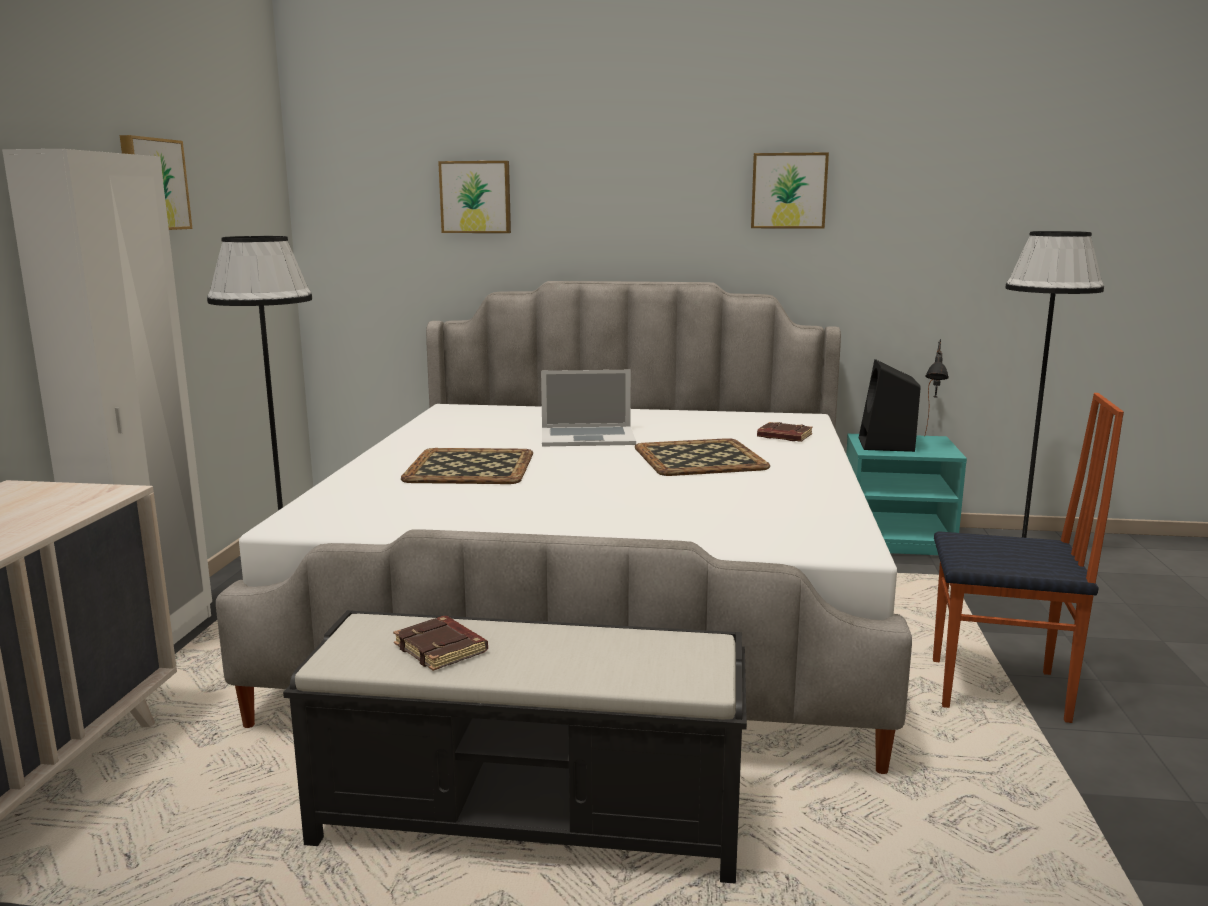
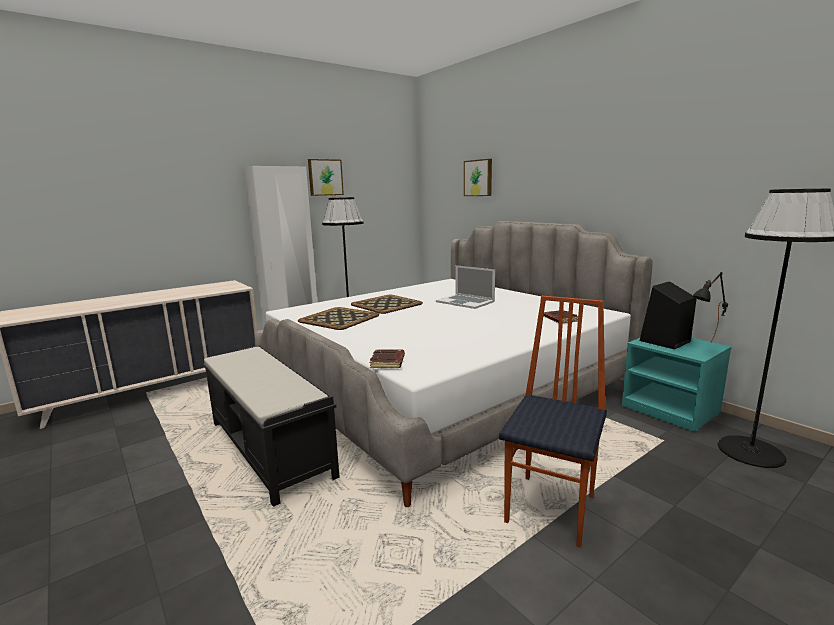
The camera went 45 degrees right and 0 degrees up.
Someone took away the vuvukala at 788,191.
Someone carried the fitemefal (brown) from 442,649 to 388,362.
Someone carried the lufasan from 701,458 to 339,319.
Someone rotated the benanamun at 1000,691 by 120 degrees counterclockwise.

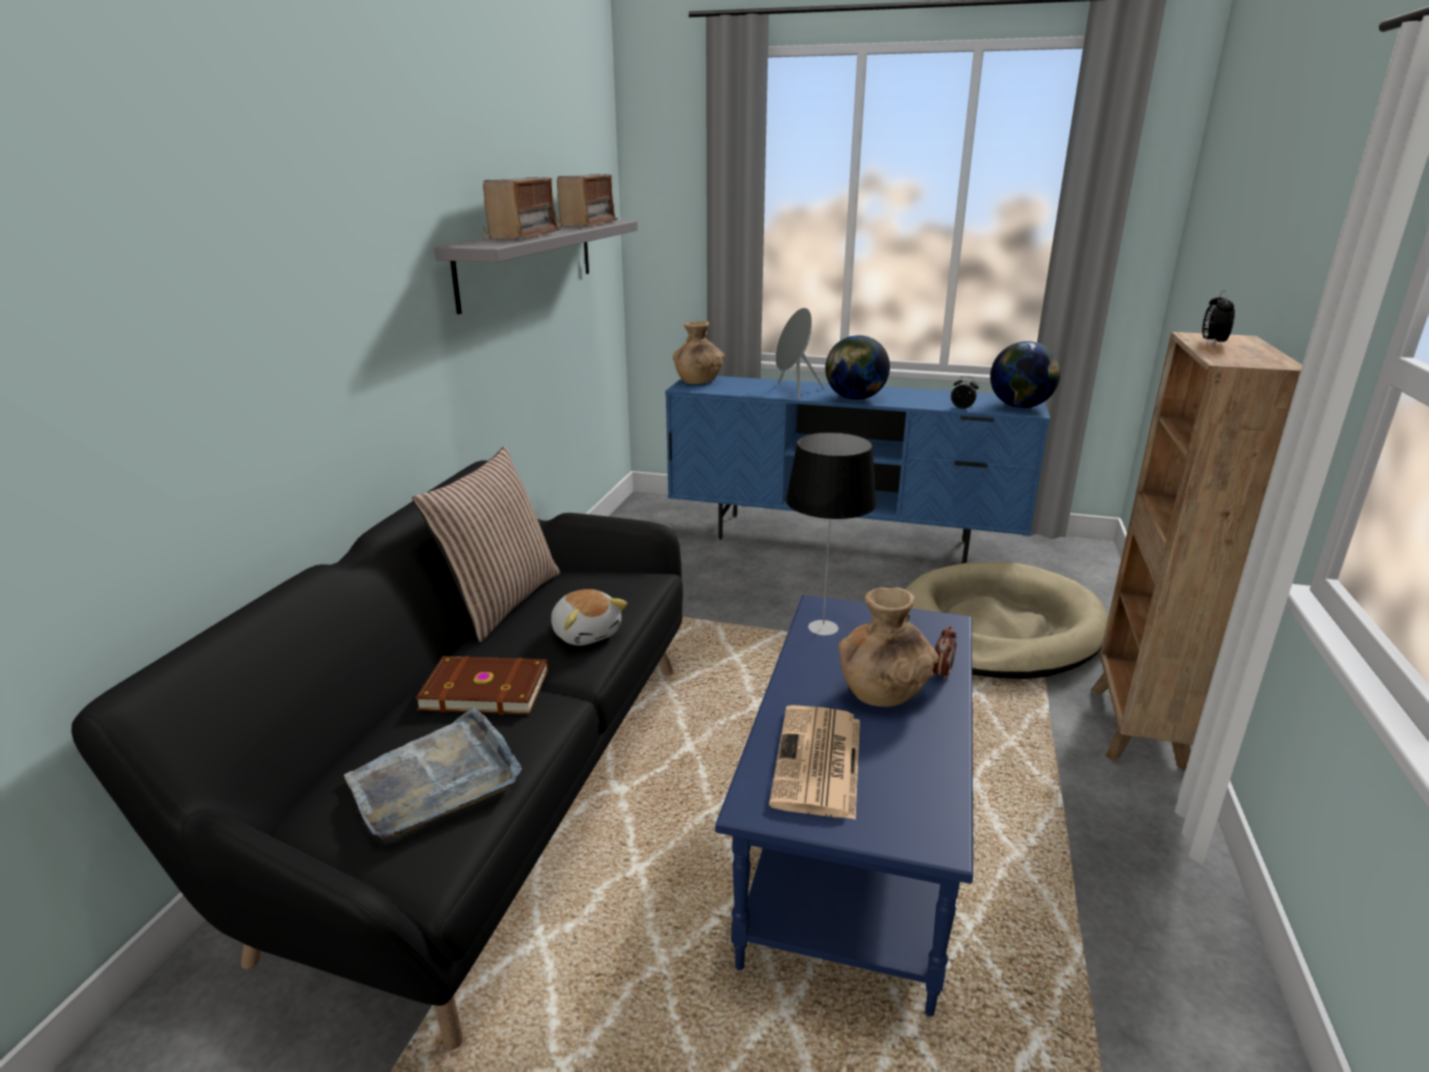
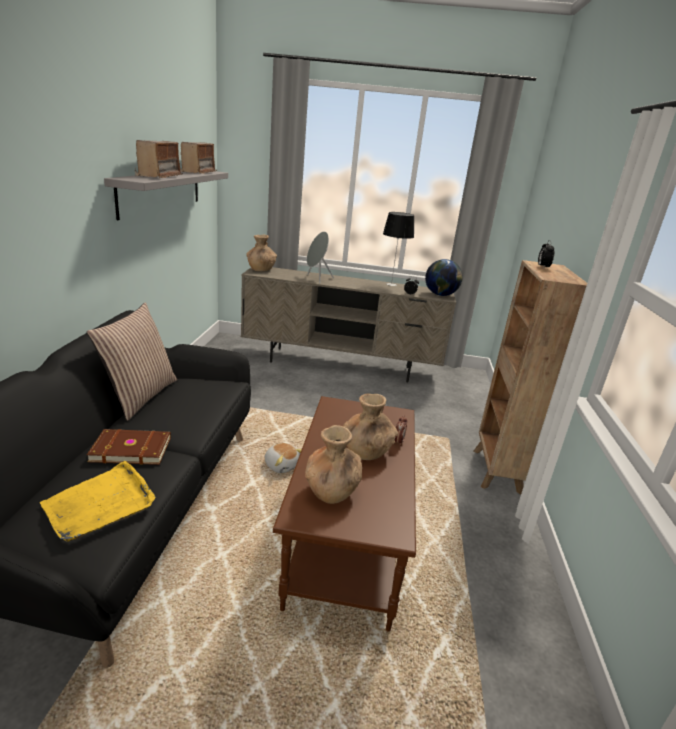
The camera went 10 degrees left and 0 degrees up.
Someone took away the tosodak at 854,399.
Someone took away the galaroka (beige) at 996,628.
Someone carried the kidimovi from 587,633 to 282,465.
Someone carried the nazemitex from 823,628 to 391,284.
Someone swapped the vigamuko at 818,763 for the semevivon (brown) at 331,492.
Someone repainted the lufasan (grey) at 435,779, which became the lufasan (yellow) at 100,504.
Someone repainted the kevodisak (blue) at 843,540, which became the kevodisak (beige) at 341,365.
Someone repainted the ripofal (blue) at 852,842, which became the ripofal (brown) at 346,536.

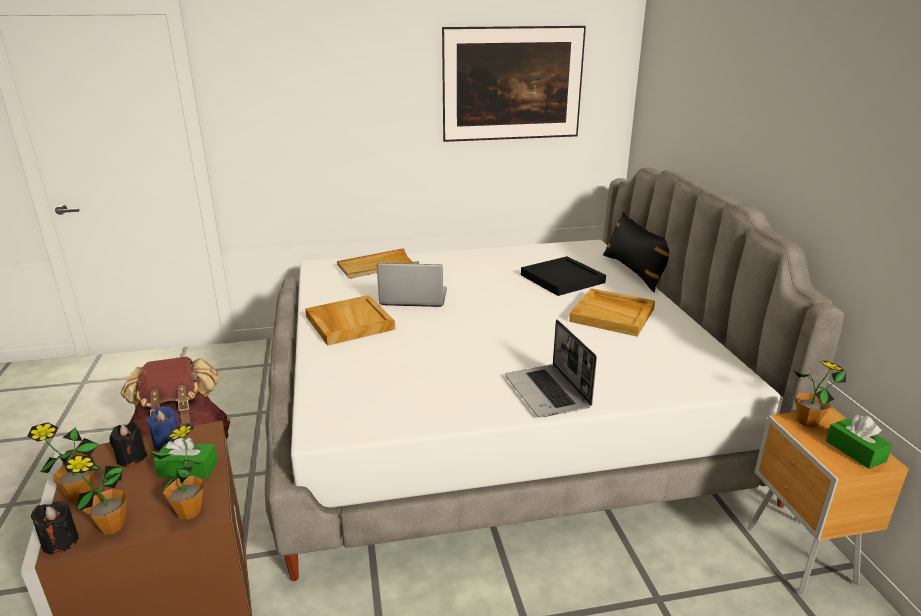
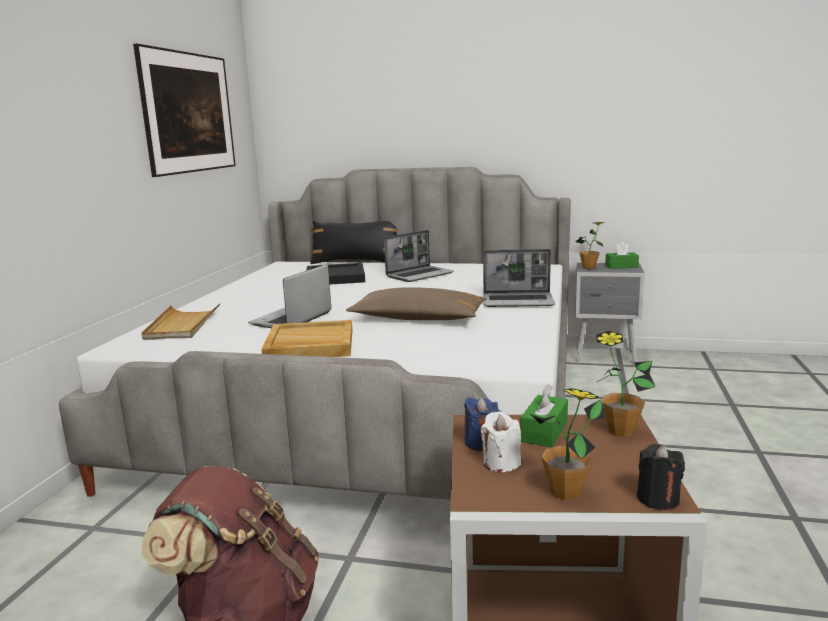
The camera went 65 degrees left and 10 degrees down.
Someone took away the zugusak at 112,526.
Someone put down the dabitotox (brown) at 418,319.
Someone swapped the lufasan (beige) at 613,315 for the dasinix at 420,275.
Someone repainted the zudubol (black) at 131,458, which became the zudubol (white) at 501,463.
Someone repainted the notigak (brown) at 800,557, which became the notigak (grey) at 606,357.

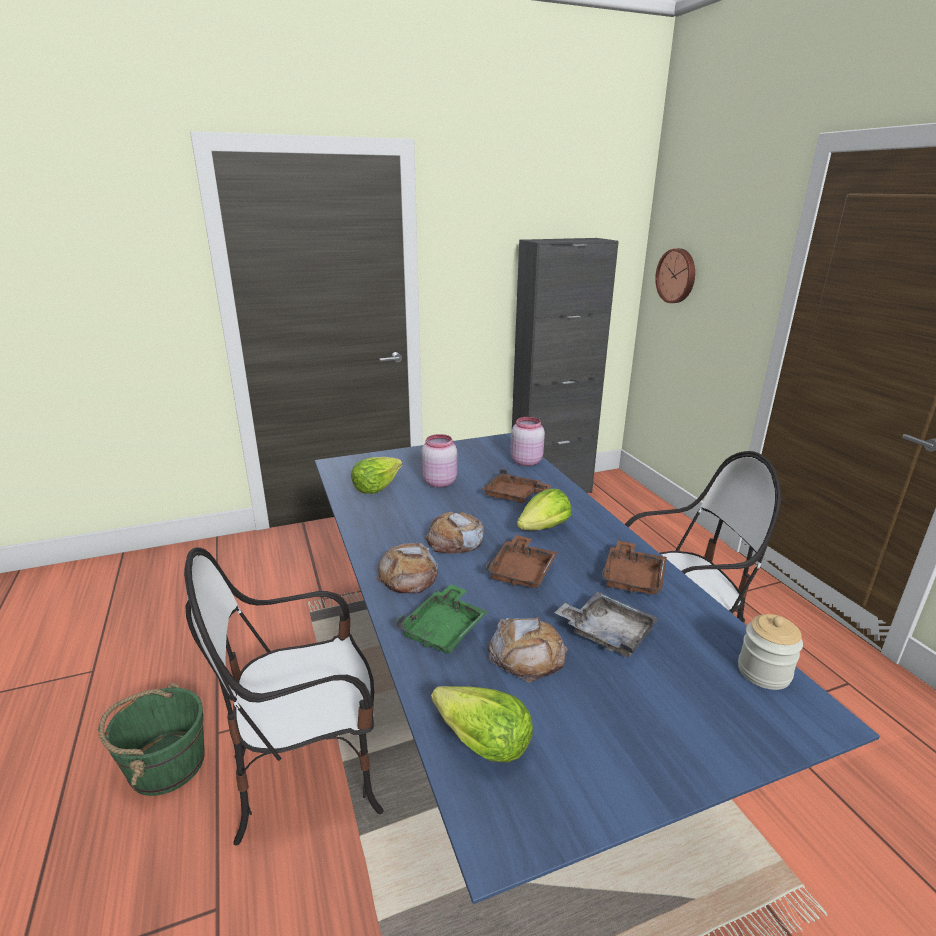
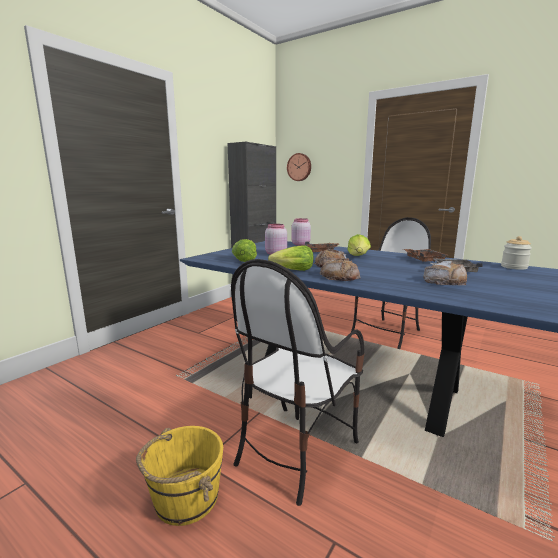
The camera went 35 degrees left and 10 degrees down.
Someone took away the lufasan (green) at 444,629.
Someone took away the lufasan (brown) at 522,571.
Someone carried the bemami from 481,742 to 293,271.
Someone repainted the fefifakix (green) at 165,764, which became the fefifakix (yellow) at 185,498.

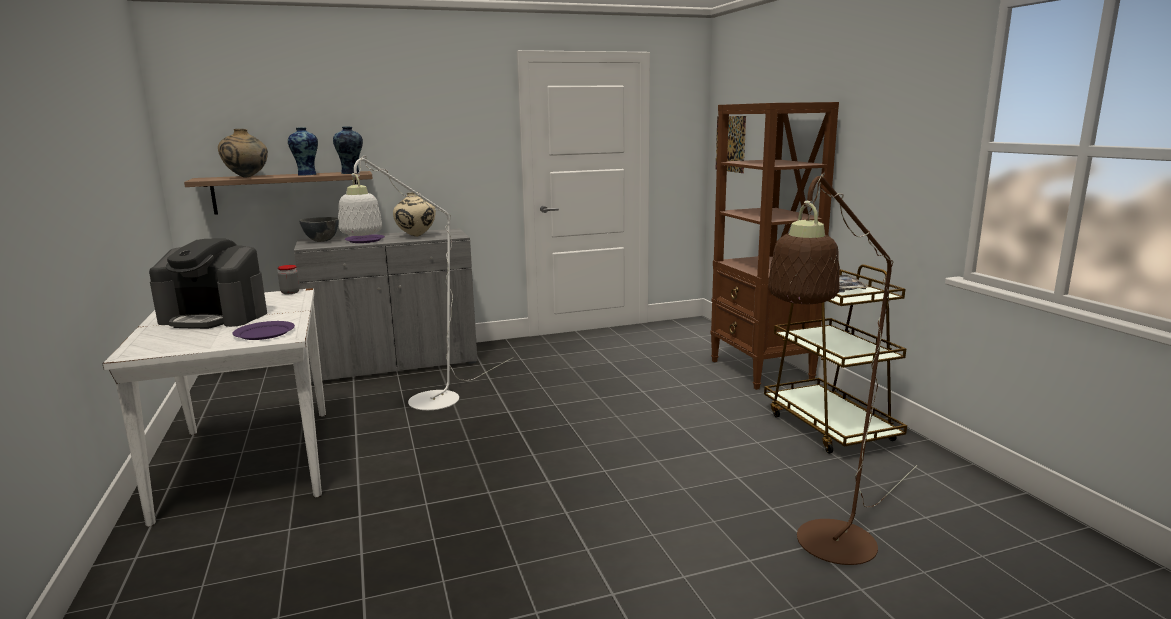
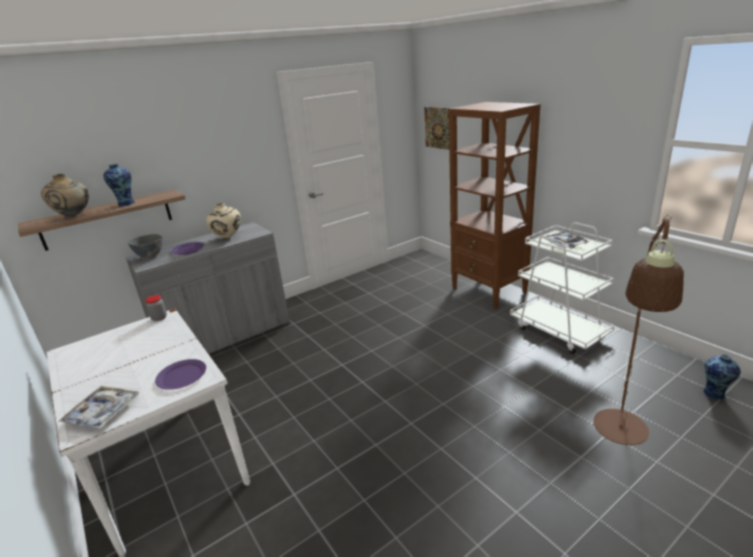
The camera went 15 degrees left and 10 degrees up.
Someone took away the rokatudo at 215,317.
Someone took away the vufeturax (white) at 425,405.
Someone put down the lufasan at 103,412.
Someone carried the semevivon from 351,173 to 715,394.
Someone repainted the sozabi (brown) at 829,426, which became the sozabi (white) at 559,331.

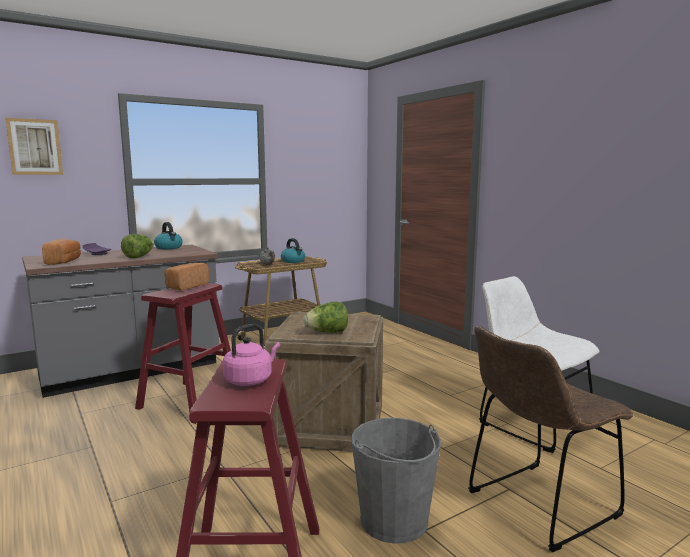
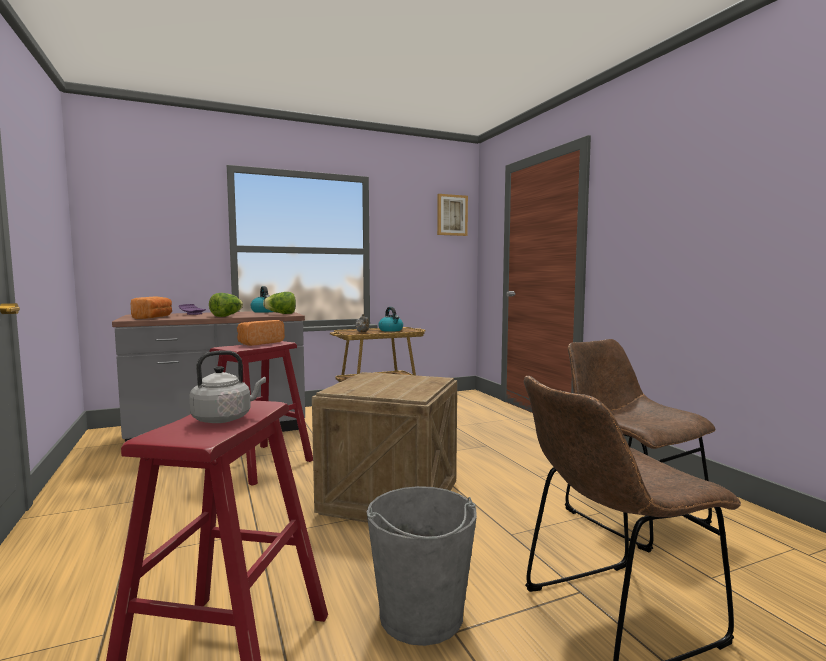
The camera went 10 degrees right and 5 degrees down.
Someone carried the vuvukala from 34,147 to 452,215.
Someone carried the bemami from 327,332 to 281,314.
Someone repainted the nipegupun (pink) at 250,380, which became the nipegupun (grey) at 225,418.
Someone repainted the benanamun (white) at 530,423, which became the benanamun (brown) at 628,514.

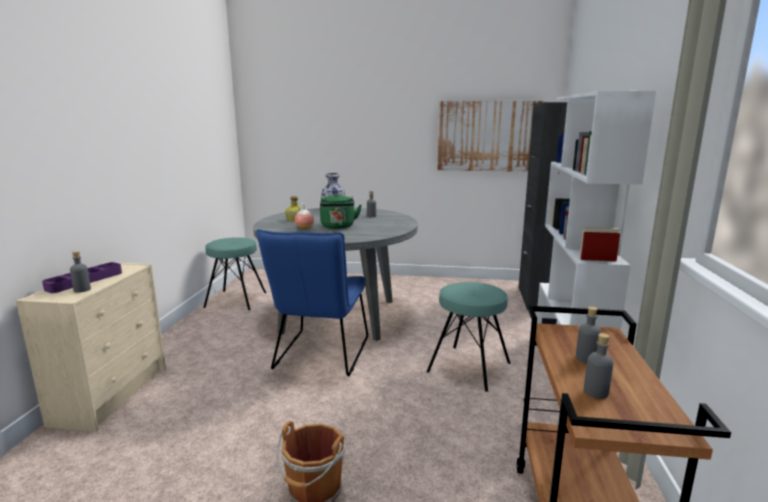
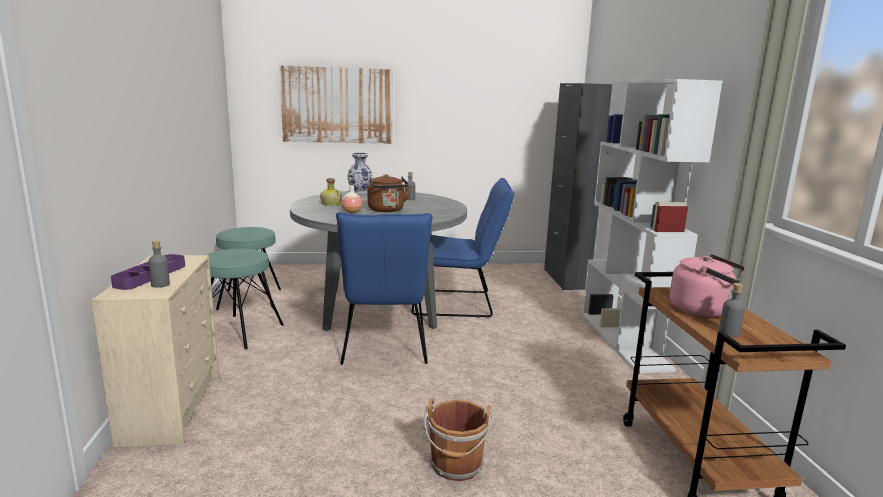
The camera went 15 degrees left and 0 degrees up.
Someone put down the benanamun (blue) at 458,303.
Someone carried the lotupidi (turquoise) from 468,367 to 239,331.
Someone carried the vuvukala from 489,136 to 337,105.
Someone swapped the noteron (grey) at 586,359 for the nipegupun (pink) at 703,310.
Someone repainted the nipegupun (green) at 338,227, which became the nipegupun (brown) at 387,210.

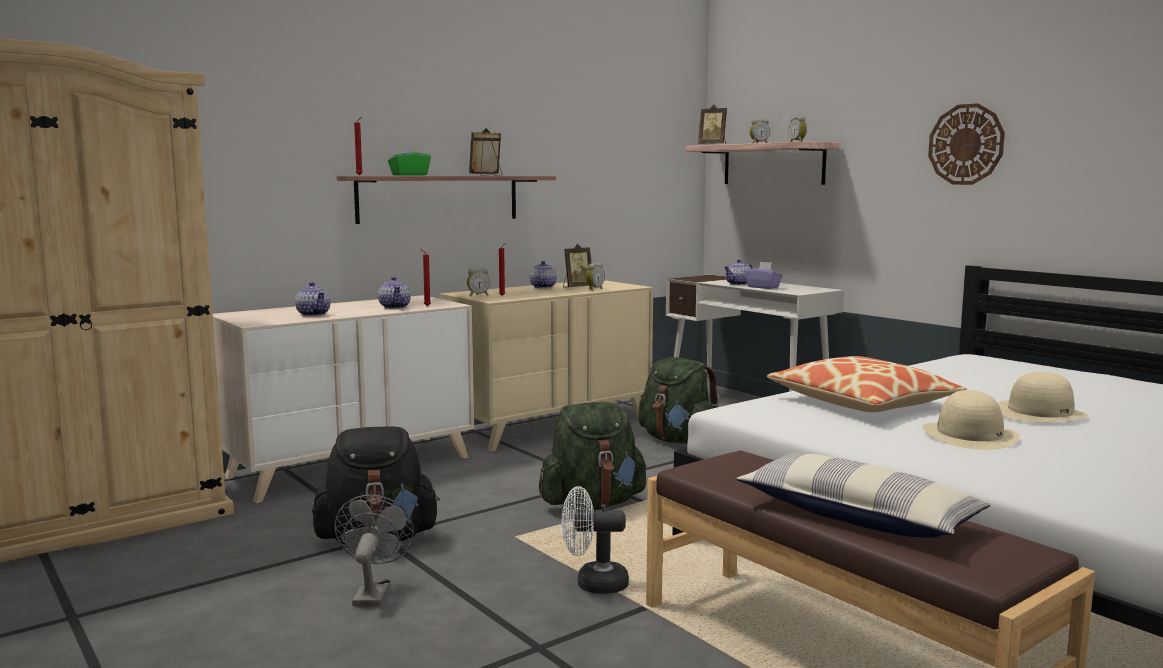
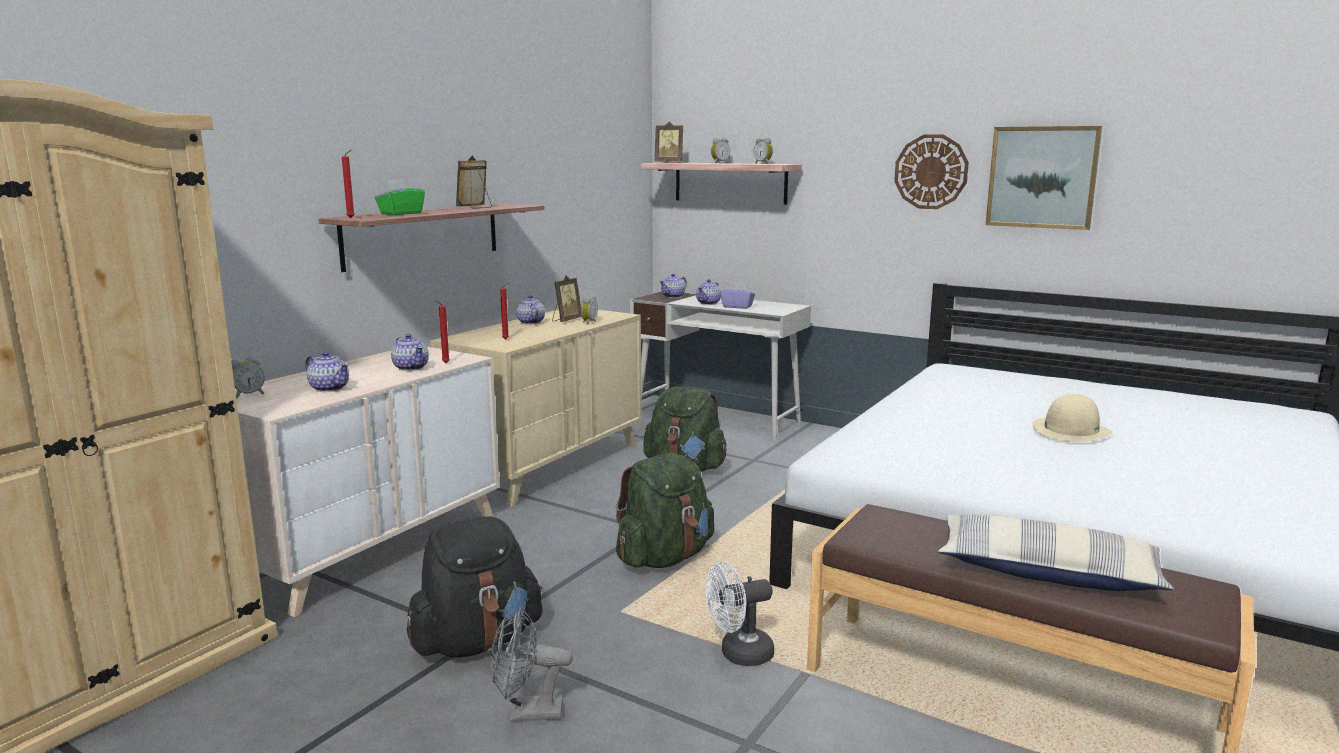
The camera went 20 degrees left and 5 degrees up.
Someone took away the dabitotox at 862,403.
Someone took away the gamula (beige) at 970,435.
Someone put down the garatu at 673,296.
Someone put up the vuvukala at 1042,177.
Someone carried the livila from 478,295 to 248,395.
Someone rotated the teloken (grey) at 373,593 by 75 degrees counterclockwise.

